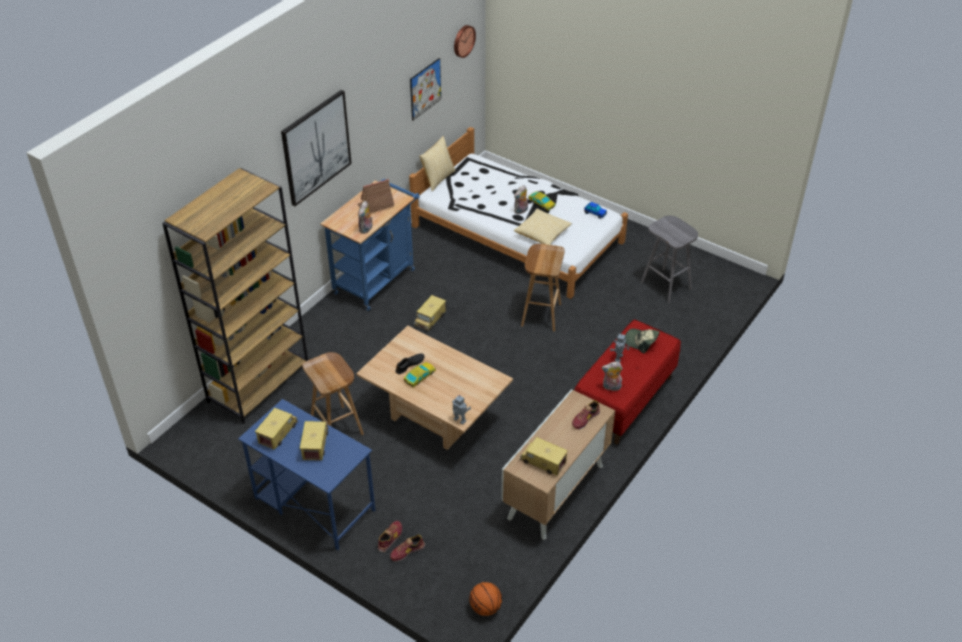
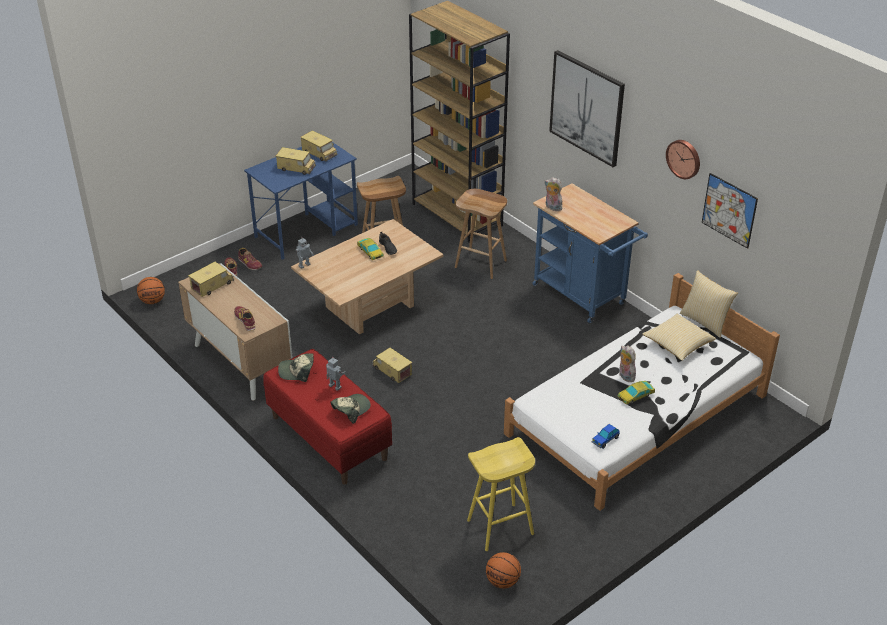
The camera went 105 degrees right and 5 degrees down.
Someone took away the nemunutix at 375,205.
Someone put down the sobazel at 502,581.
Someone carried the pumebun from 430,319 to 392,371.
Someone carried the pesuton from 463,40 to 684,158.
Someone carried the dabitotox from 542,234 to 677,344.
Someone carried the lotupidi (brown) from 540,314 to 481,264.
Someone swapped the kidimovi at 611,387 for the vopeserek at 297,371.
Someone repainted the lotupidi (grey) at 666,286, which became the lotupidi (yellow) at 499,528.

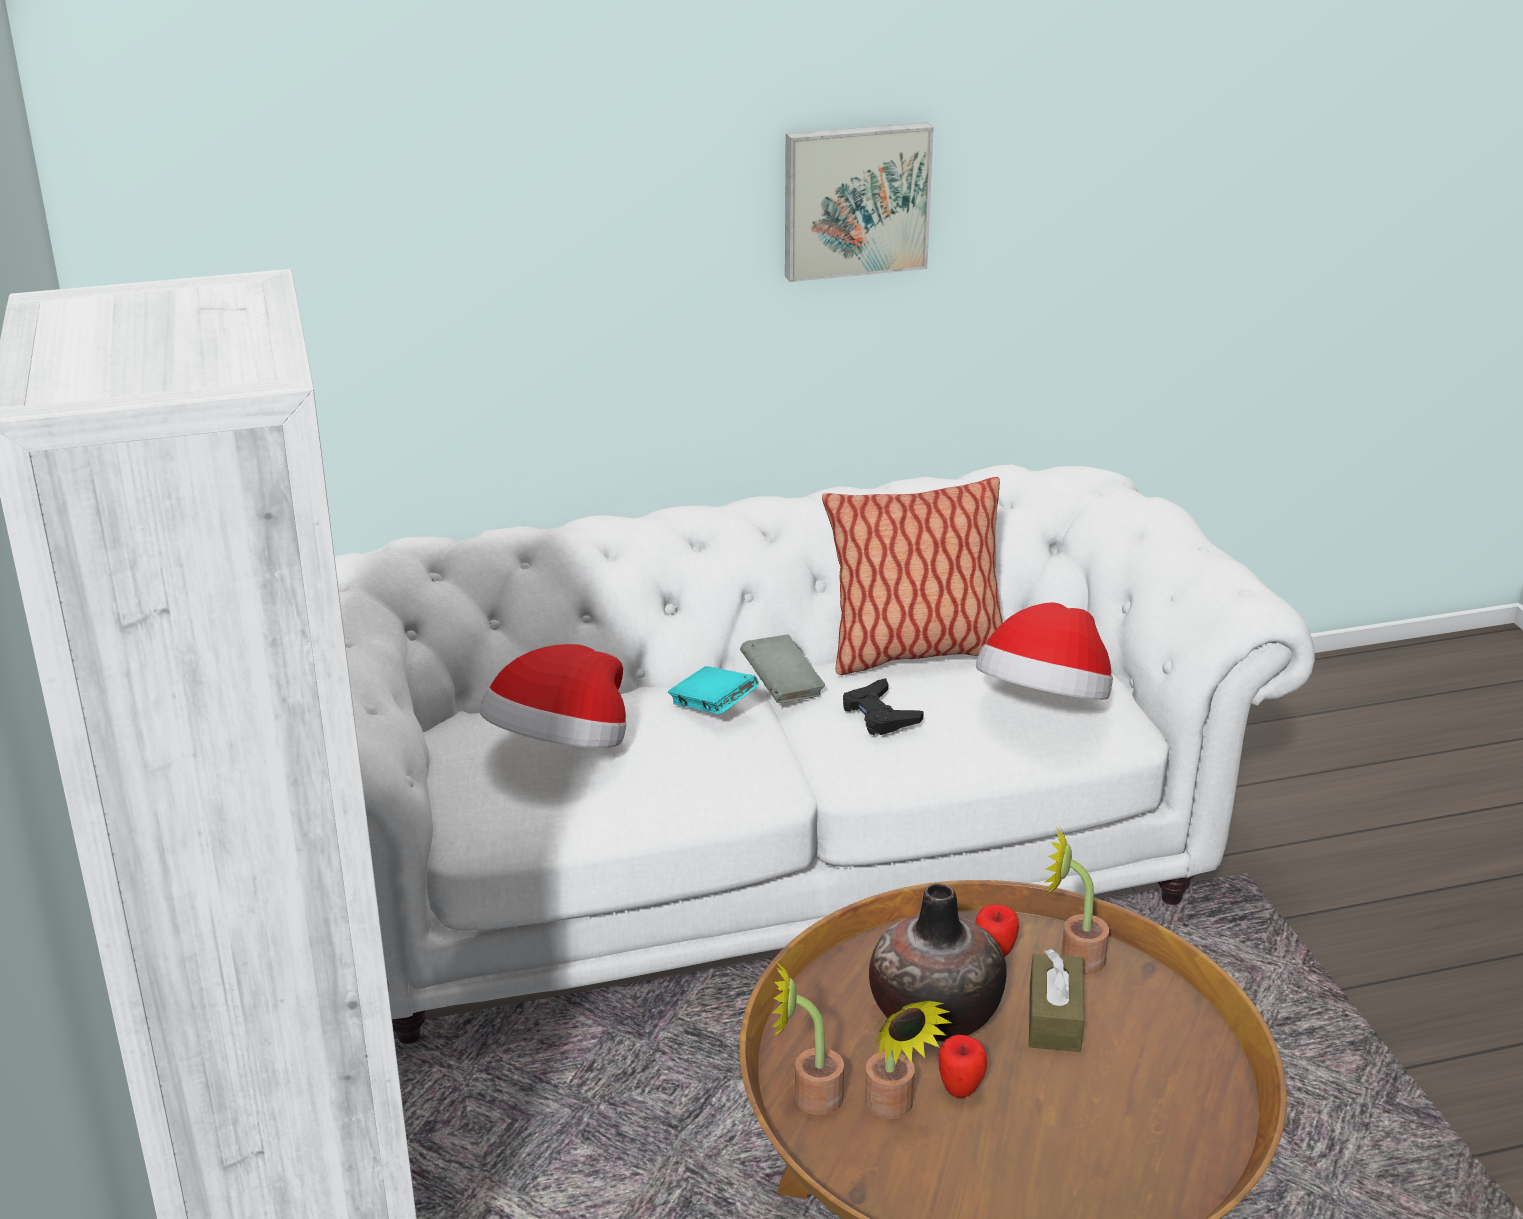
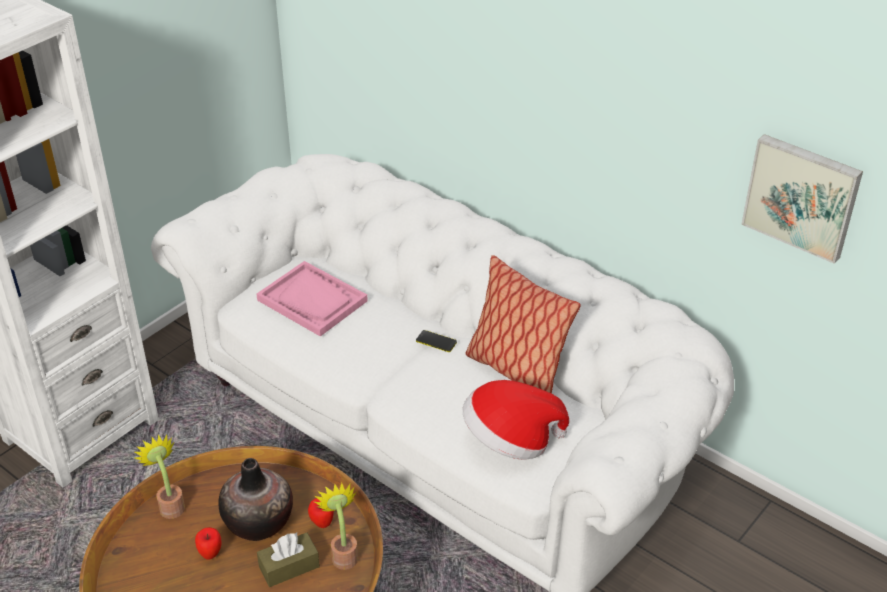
The camera went 55 degrees right and 10 degrees up.
Someone took away the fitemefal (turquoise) at 713,708.
Someone took away the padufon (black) at 879,715.
Someone took away the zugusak at 893,1108.
Someone carried the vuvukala from 855,200 to 802,196.
Someone swapped the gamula at 560,750 for the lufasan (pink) at 312,300.
Someone swapped the fitemefal (grey) at 782,687 for the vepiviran at 436,341.

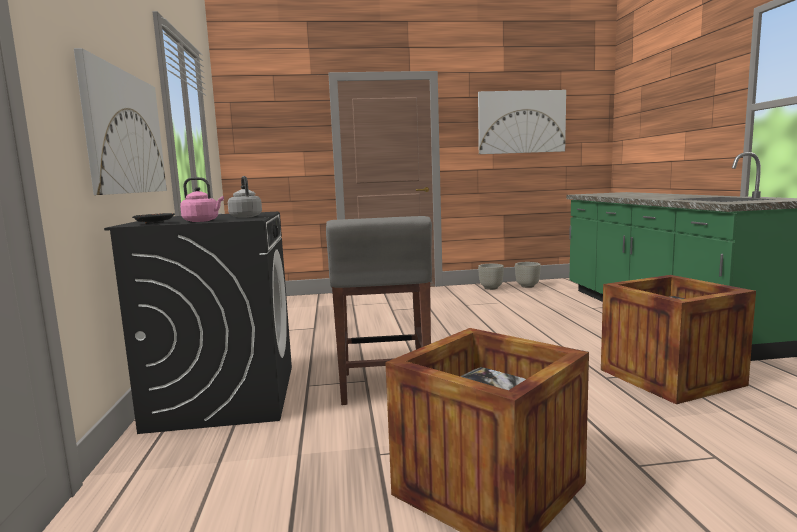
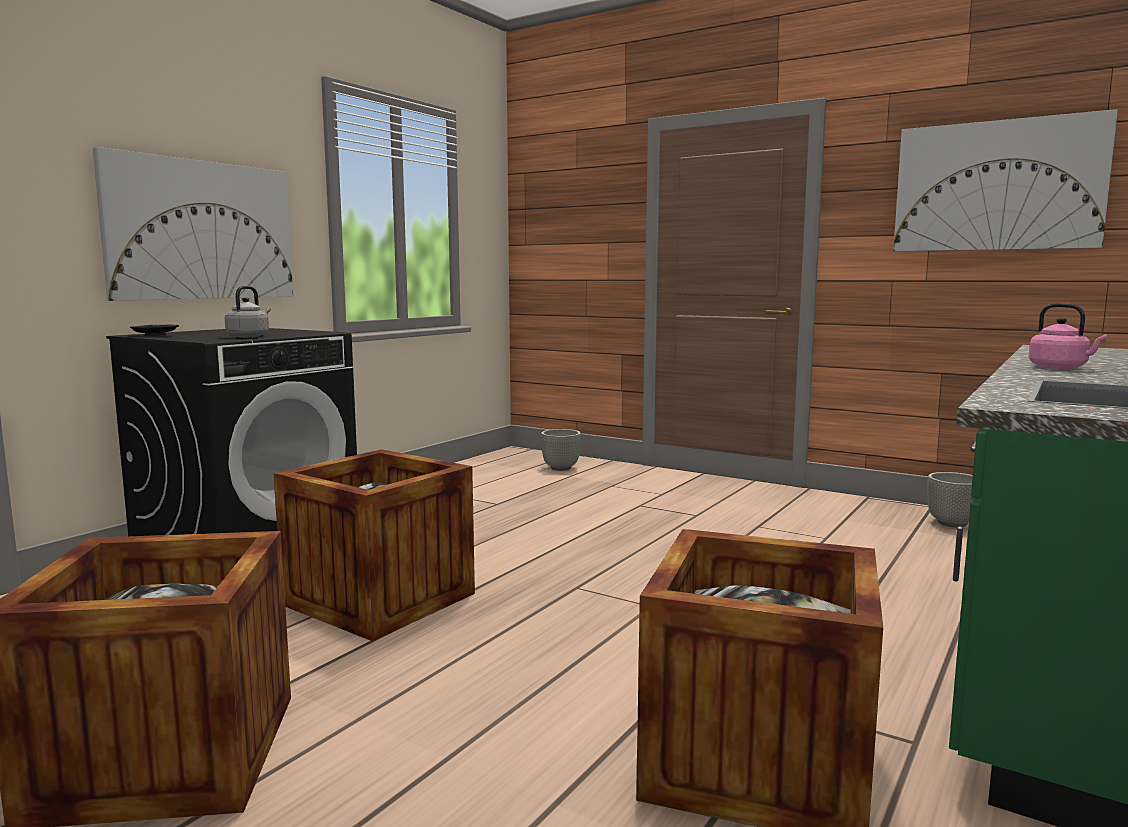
The camera went 40 degrees right and 0 degrees up.
Someone carried the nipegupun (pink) from 203,221 to 1061,368.
Someone carried the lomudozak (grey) from 491,288 to 561,468.
Someone swapped the lotupidi (grey) at 384,387 for the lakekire at 380,599.

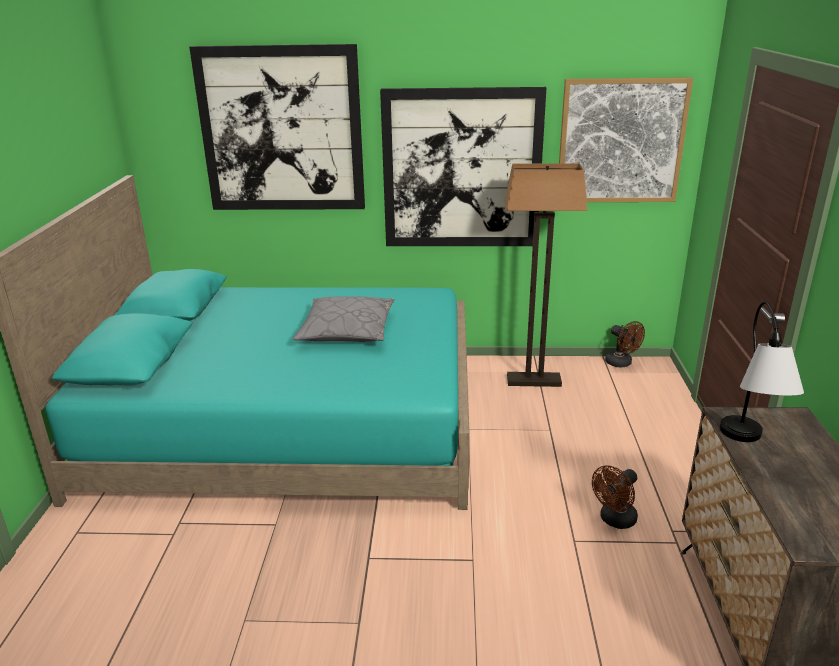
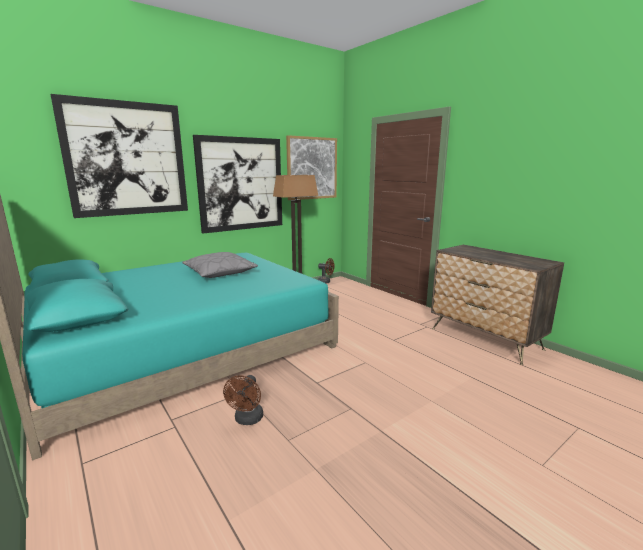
The camera went 40 degrees left and 10 degrees down.
Someone took away the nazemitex at 748,446.
Someone carried the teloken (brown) from 614,520 to 247,420.

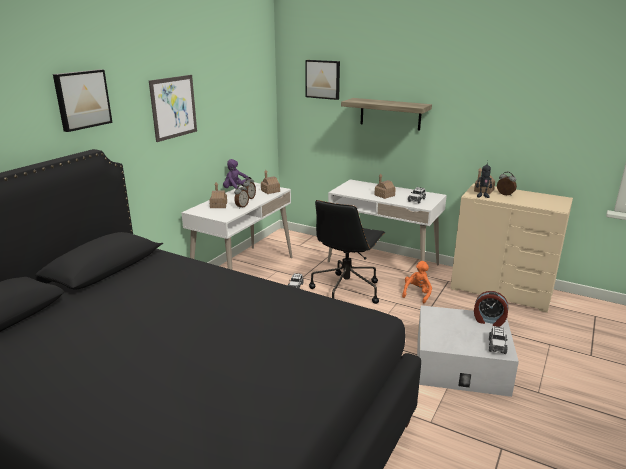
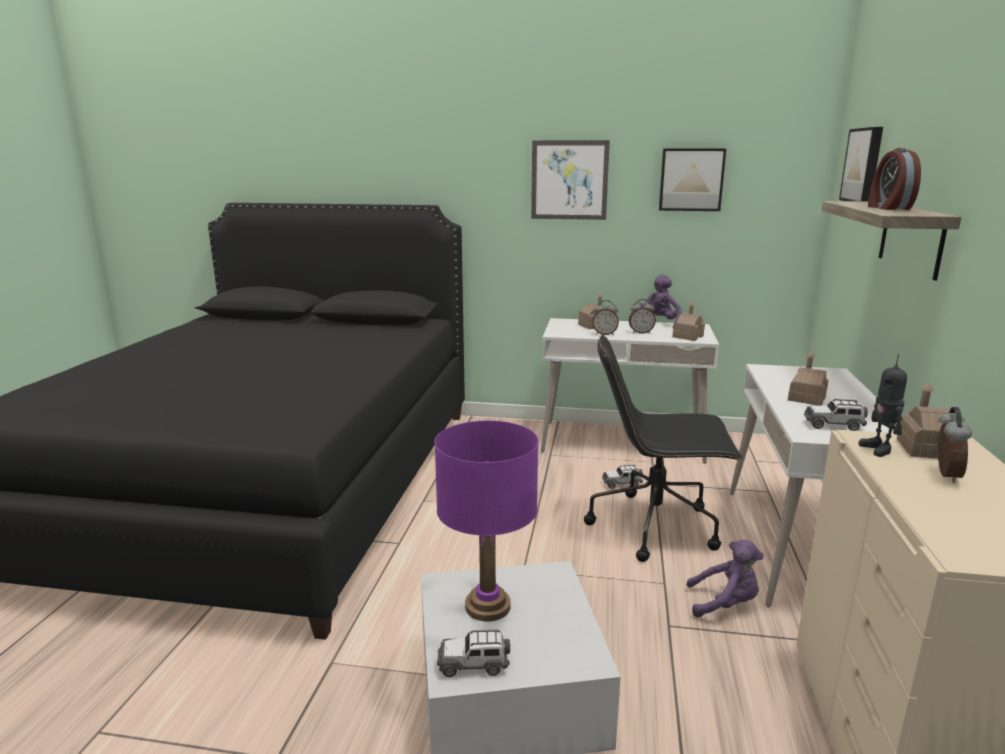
The camera went 70 degrees right and 5 degrees down.
Someone put down the nazemitex (purple) at 488,606.
Someone carried the vuvukala from 82,99 to 691,179.
Someone carried the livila from 489,321 to 888,208.
Someone repainted the kidimovi (orange) at 417,294, which became the kidimovi (purple) at 725,604.

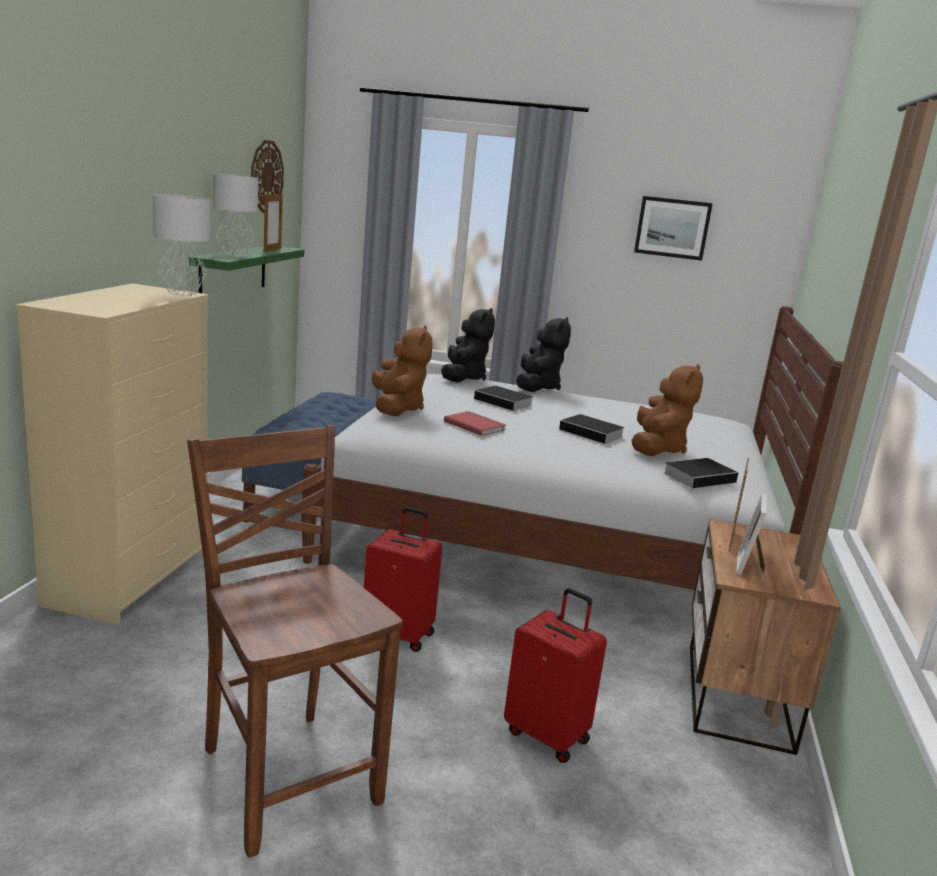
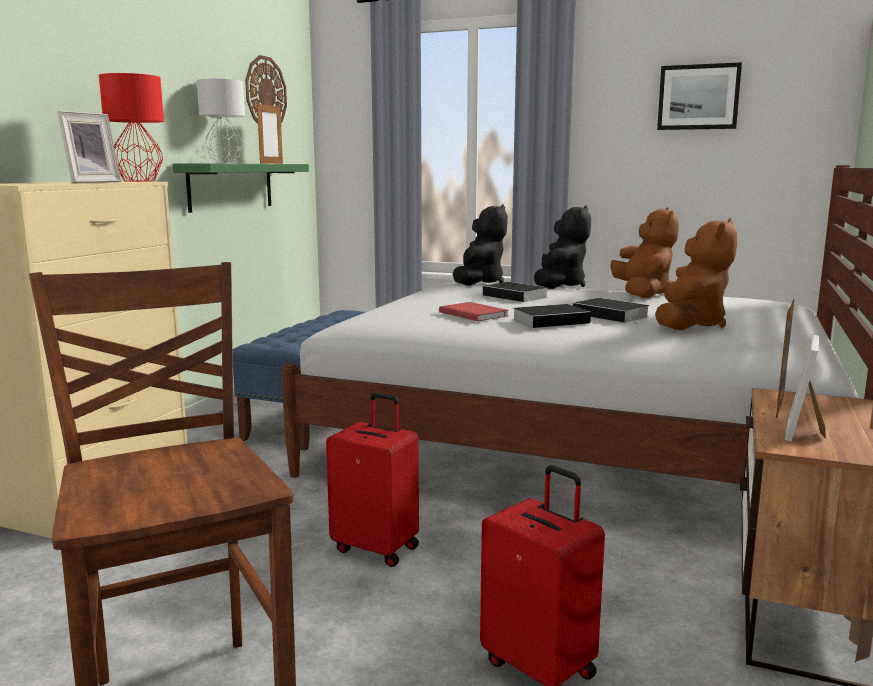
The camera went 10 degrees right and 5 degrees down.
Someone put down the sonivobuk at 90,182.
Someone carried the kidimovi (brown) from 397,408 to 642,294.
Someone carried the fitemefal from 700,477 to 552,321.
Someone repainted the nazemitex (grey) at 182,292, which became the nazemitex (red) at 139,181.

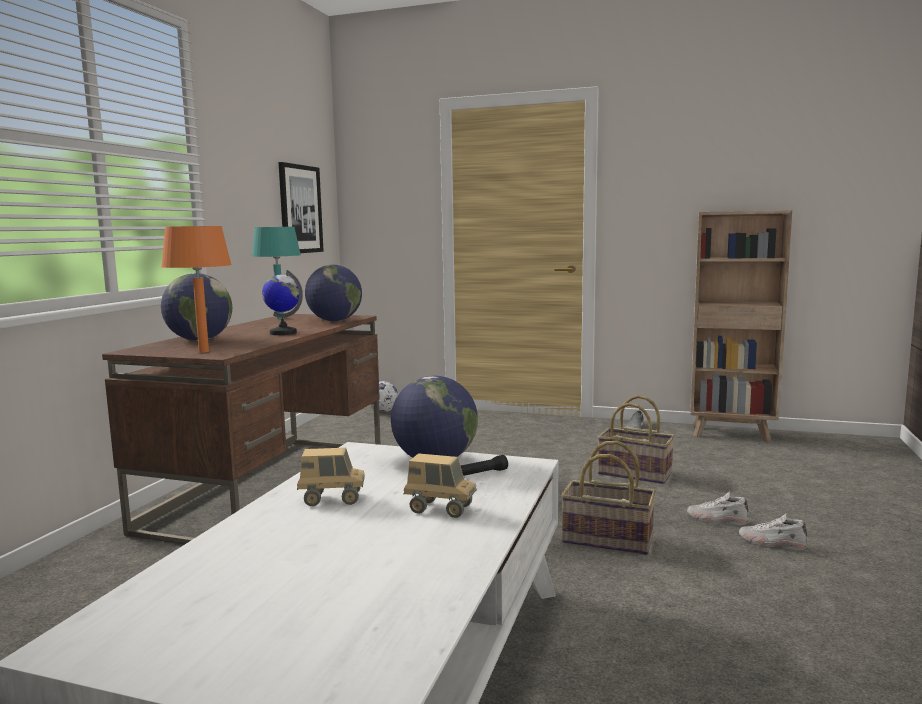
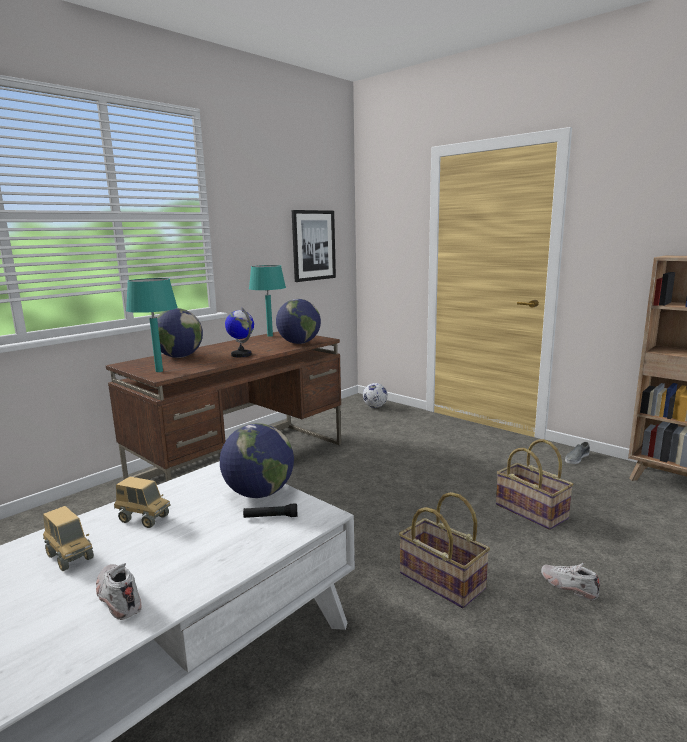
The camera went 25 degrees right and 5 degrees up.
Someone carried the pumebun from 440,509 to 70,557.
Someone carried the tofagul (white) from 771,543 to 118,597.
Someone repainted the nazemitex (orange) at 203,351, which became the nazemitex (turquoise) at 159,371.

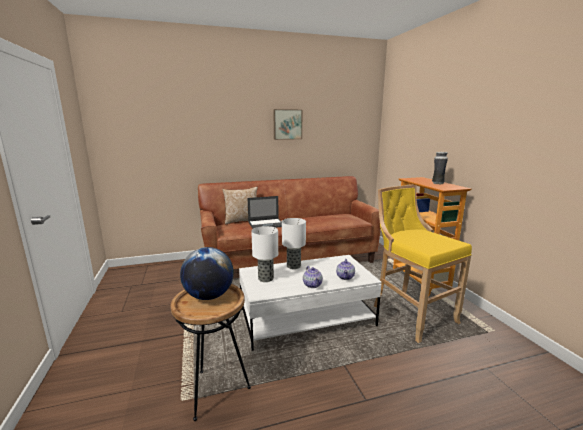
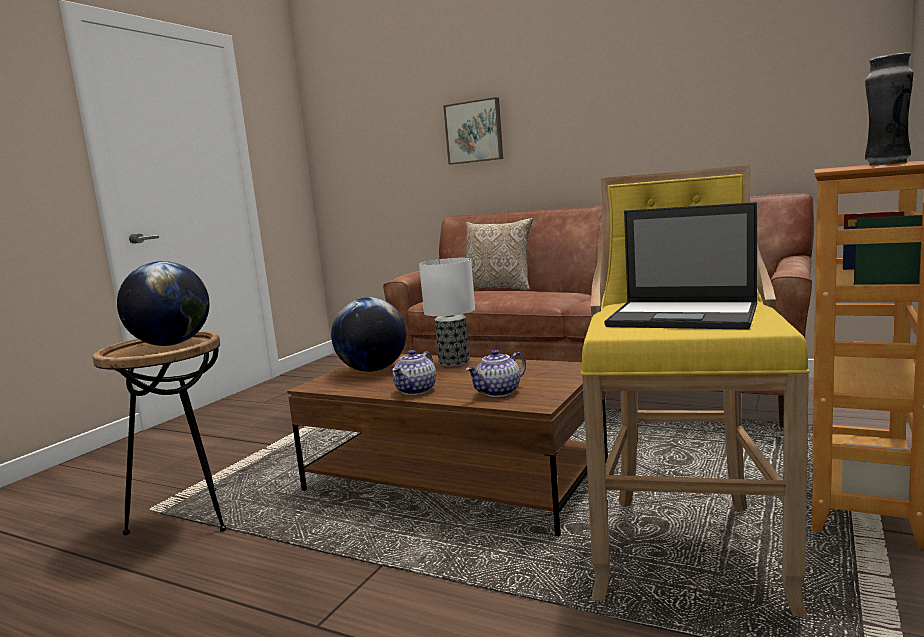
The camera went 45 degrees right and 5 degrees down.
Someone carried the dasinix from 266,224 to 685,316.
Someone carried the vuvukala from 287,124 to 474,132.
Someone swapped the nazemitex at 265,279 for the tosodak at 373,370.
Someone repainted the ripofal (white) at 306,317, which became the ripofal (brown) at 455,478.

